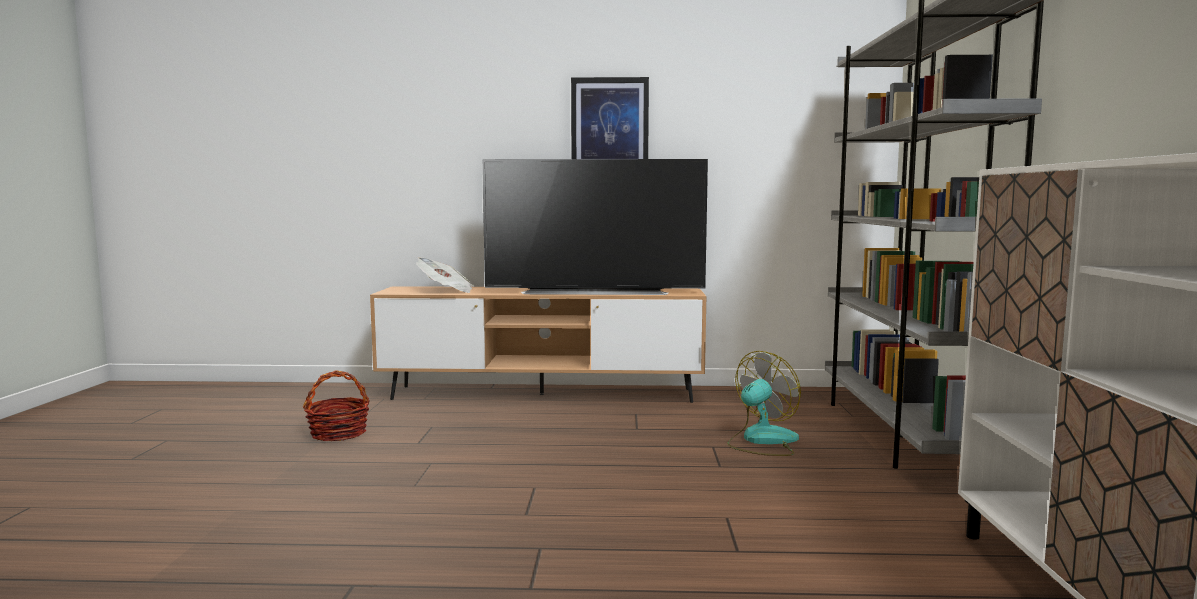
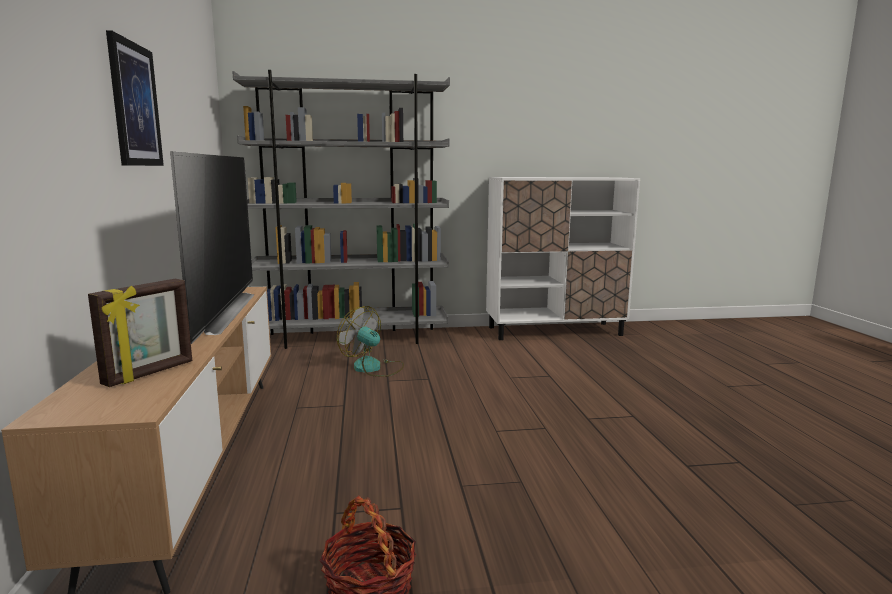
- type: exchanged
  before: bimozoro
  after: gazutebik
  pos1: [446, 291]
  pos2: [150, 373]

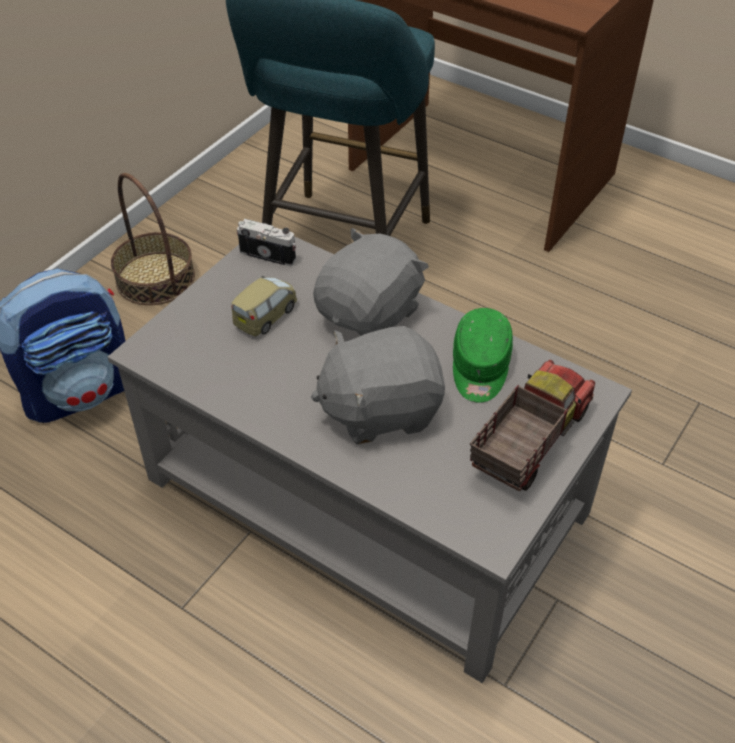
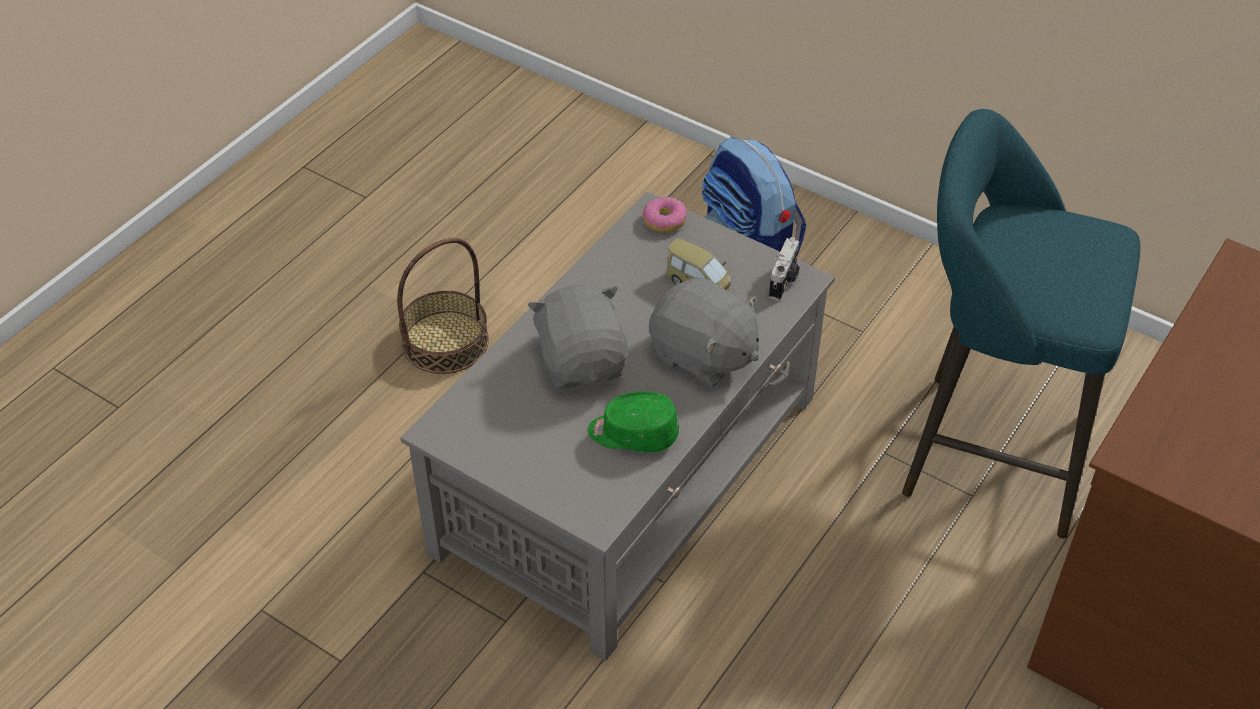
- type: relocated
  before: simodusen
  pos1: [155, 278]
  pos2: [445, 342]
- type: missing
  before: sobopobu
  pos1: [528, 441]
- type: appeared
  after: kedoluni
  pos2: [664, 220]

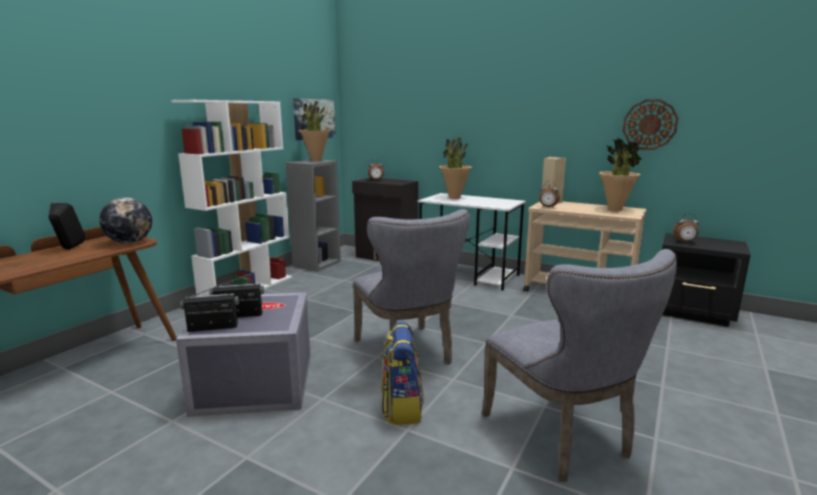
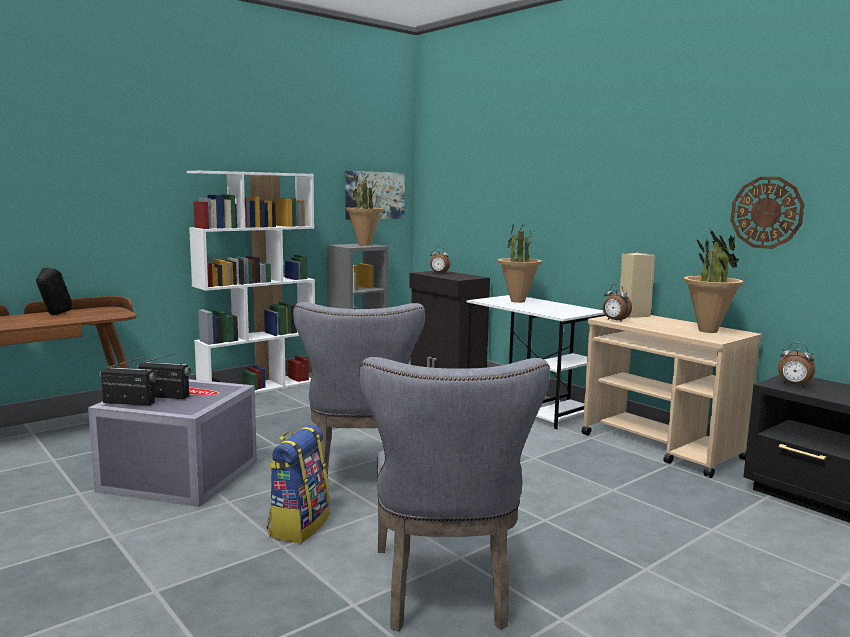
- type: missing
  before: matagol
  pos1: [129, 242]

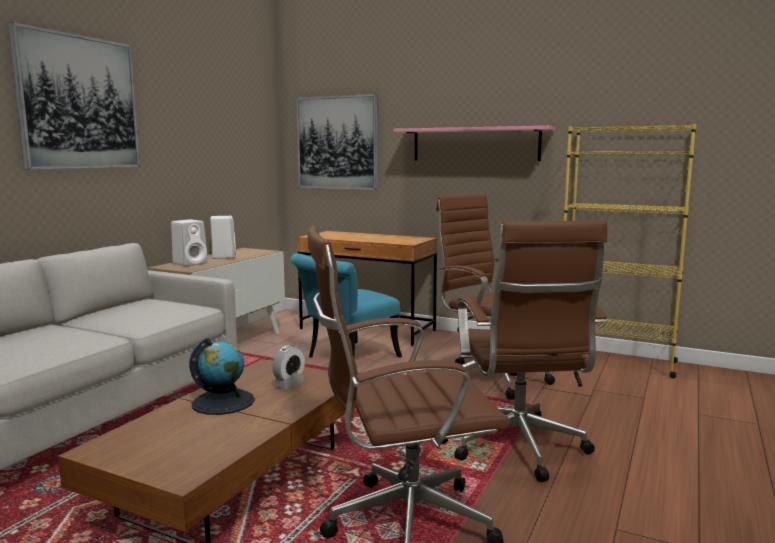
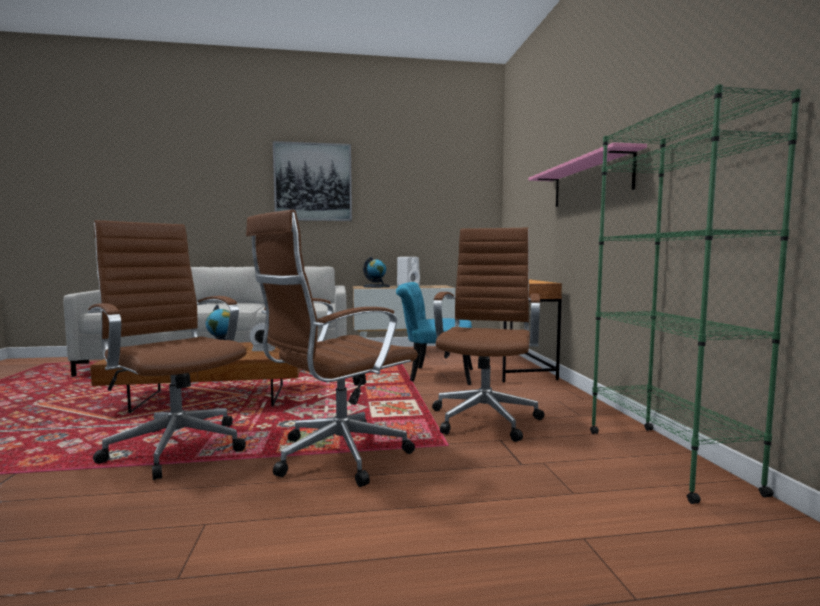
- type: exchanged
  before: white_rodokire
  after: matagol
  pos1: [191, 263]
  pos2: [376, 286]
- type: missing
  before: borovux
  pos1: [337, 143]
- type: colour
  before: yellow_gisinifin
  after: green_gisinifin
  pos1: [615, 361]
  pos2: [666, 459]

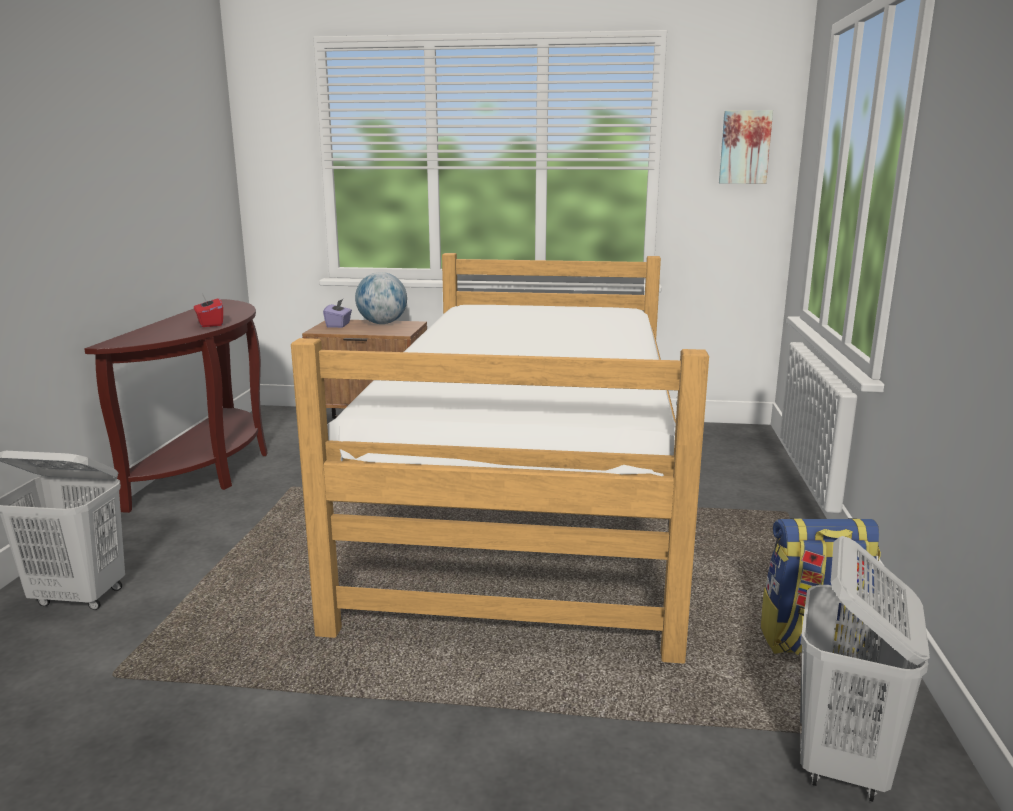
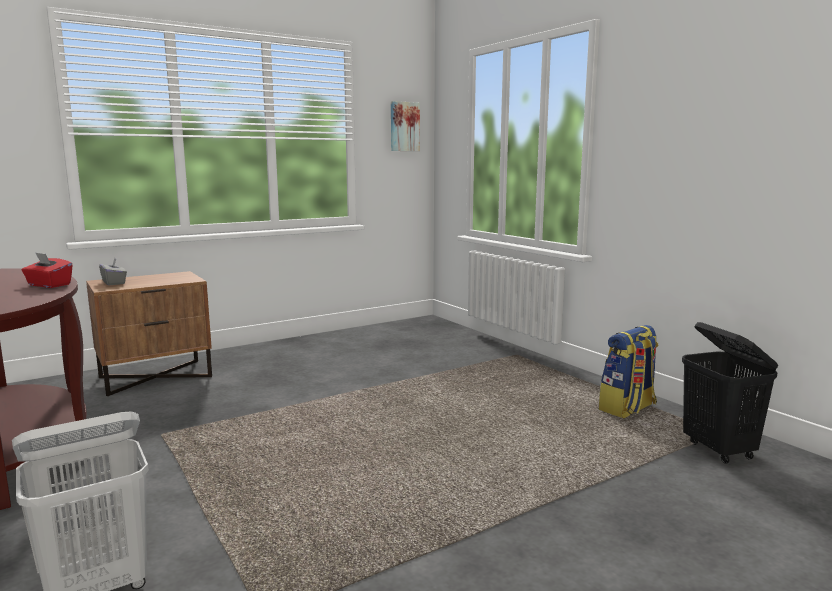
- type: missing
  before: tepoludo
  pos1: [530, 504]
- type: colour
  before: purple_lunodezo
  after: grey_lunodezo
  pos1: [338, 325]
  pos2: [114, 283]
- type: missing
  before: matagol
  pos1: [382, 323]
- type: colour
  before: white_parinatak
  after: black_parinatak
  pos1: [843, 763]
  pos2: [719, 450]

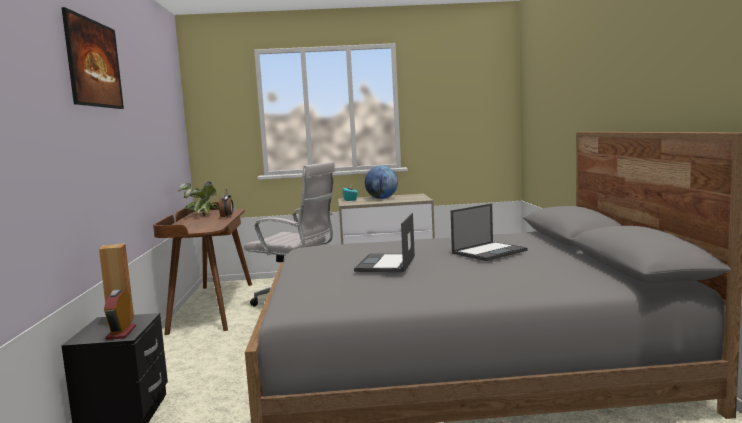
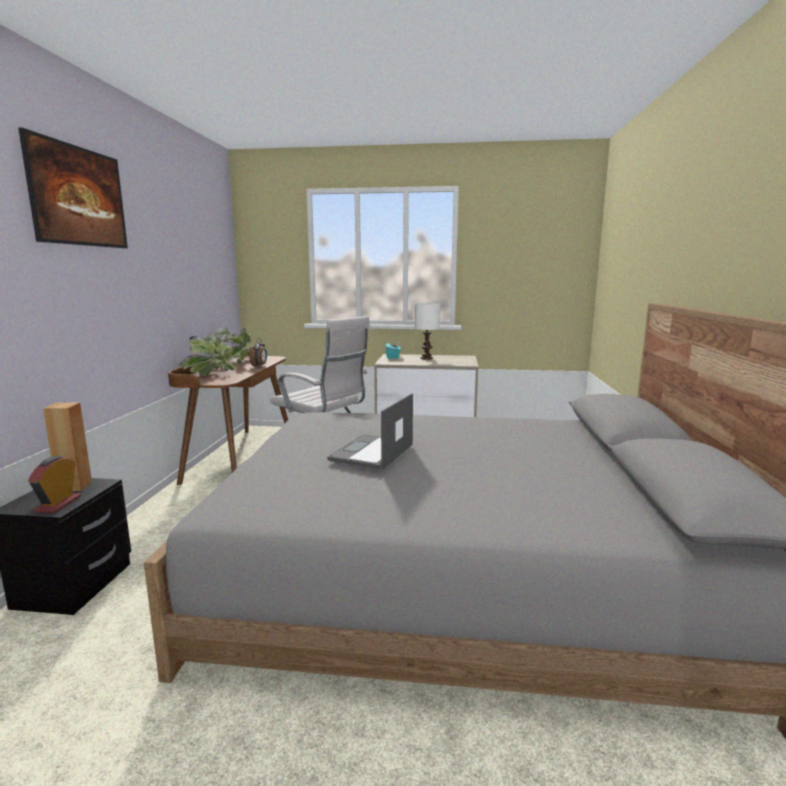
- type: exchanged
  before: matagol
  after: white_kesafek
  pos1: [382, 198]
  pos2: [426, 358]
- type: missing
  before: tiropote
  pos1: [489, 252]
- type: appeared
  after: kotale
  pos2: [209, 374]

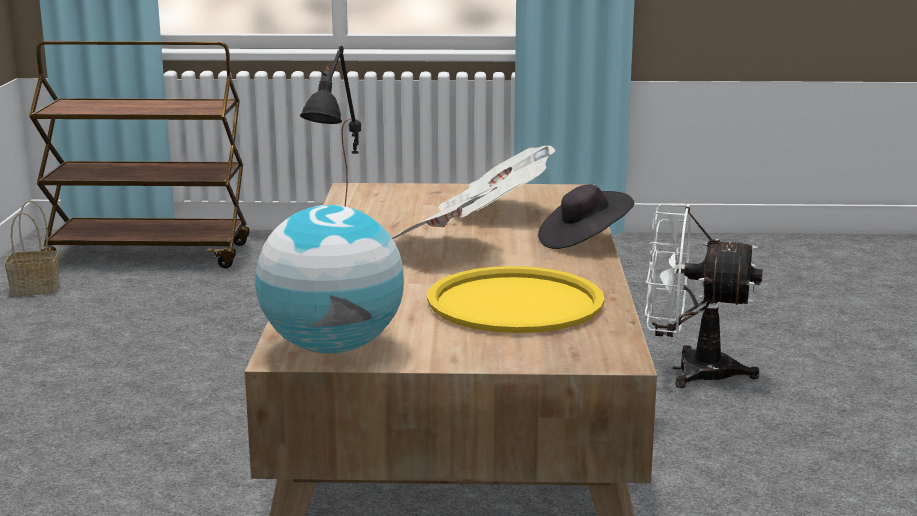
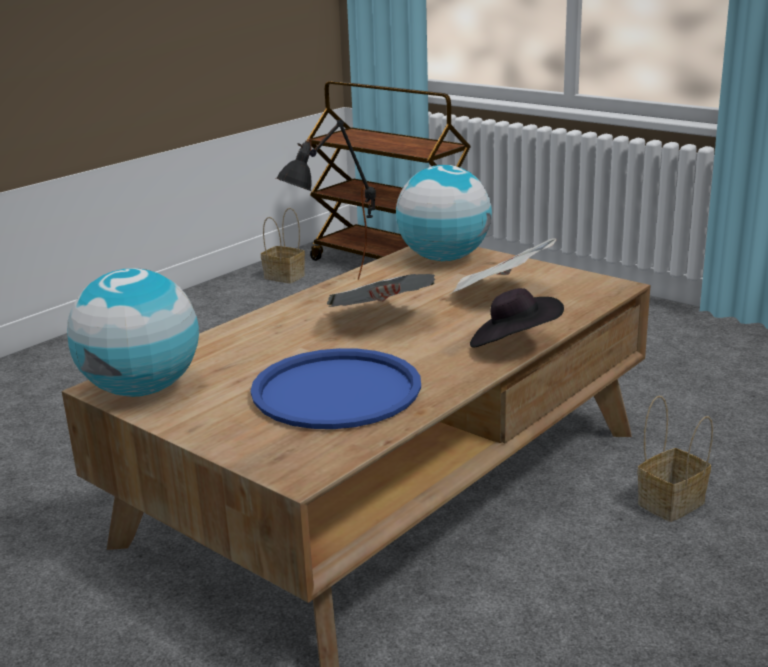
- type: colour
  before: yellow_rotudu
  after: blue_rotudu
  pos1: [514, 302]
  pos2: [336, 390]
- type: exchanged
  before: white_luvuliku
  after: simodusen
  pos1: [689, 371]
  pos2: [670, 504]
- type: appeared
  after: matagol
  pos2: [443, 258]

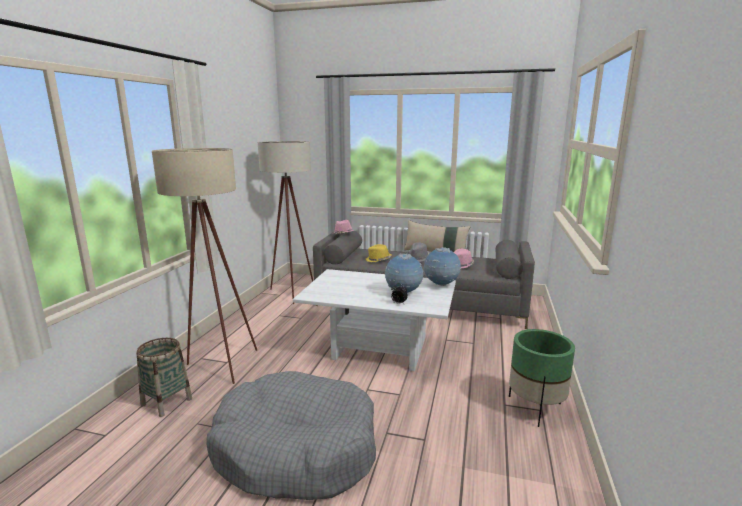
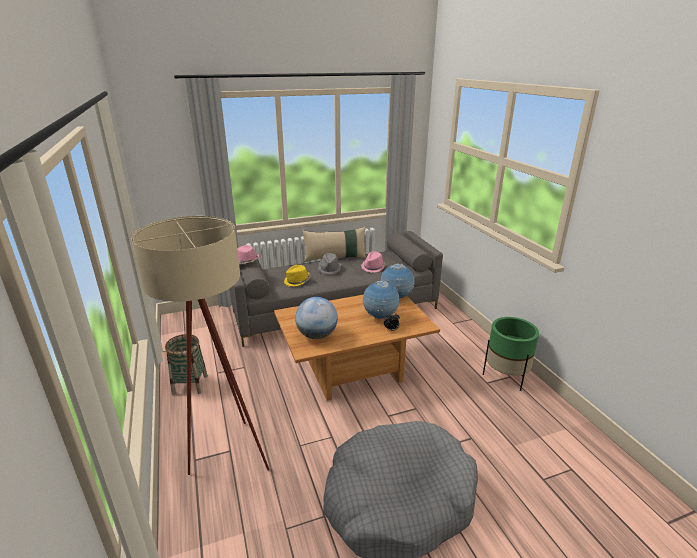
- type: relocated
  before: simodusen
  pos1: [167, 402]
  pos2: [190, 384]
- type: missing
  before: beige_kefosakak
  pos1: [292, 295]
- type: colour
  before: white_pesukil
  after: brown_pesukil
  pos1: [378, 349]
  pos2: [353, 372]
- type: appeared
  after: matagol
  pos2: [317, 335]

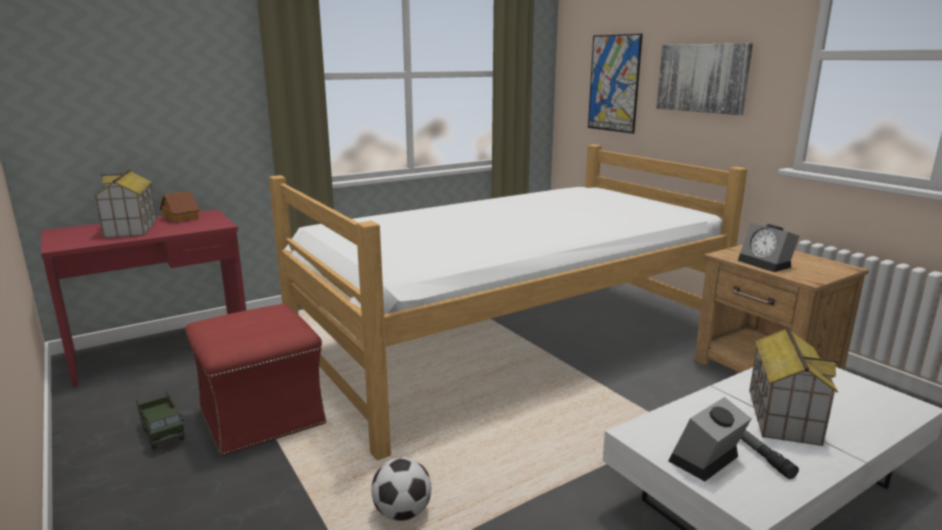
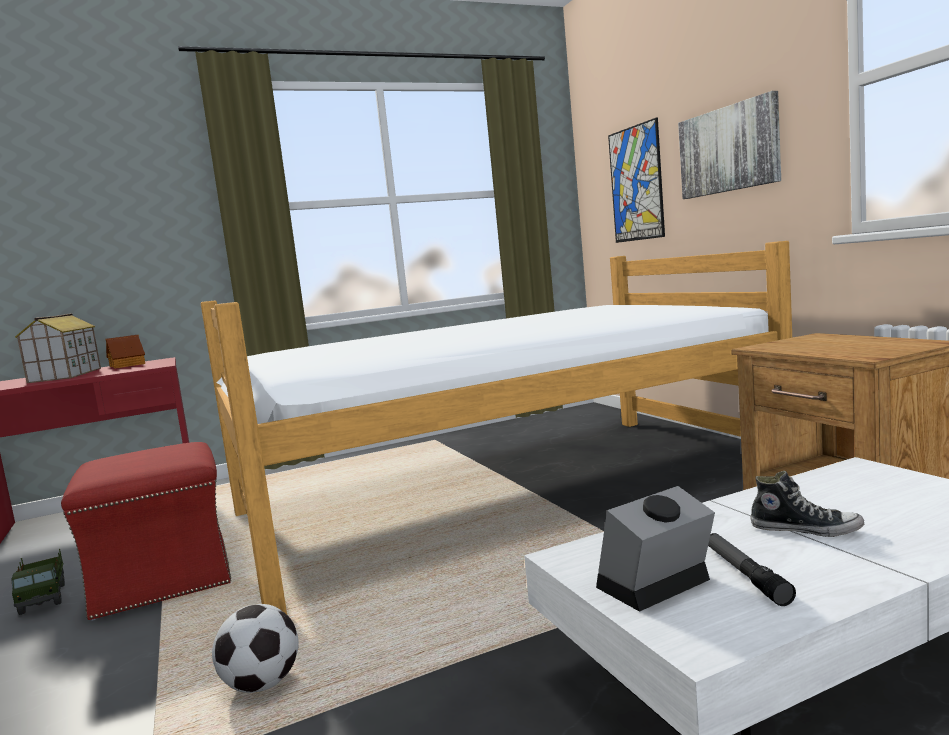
- type: missing
  before: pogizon
  pos1: [766, 264]
- type: exchanged
  before: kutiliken
  after: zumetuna
  pos1: [782, 416]
  pos2: [805, 529]

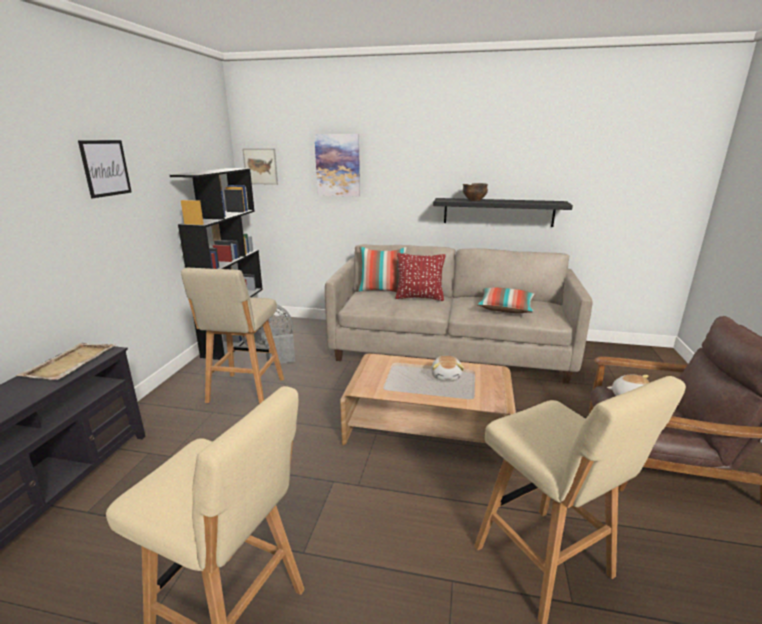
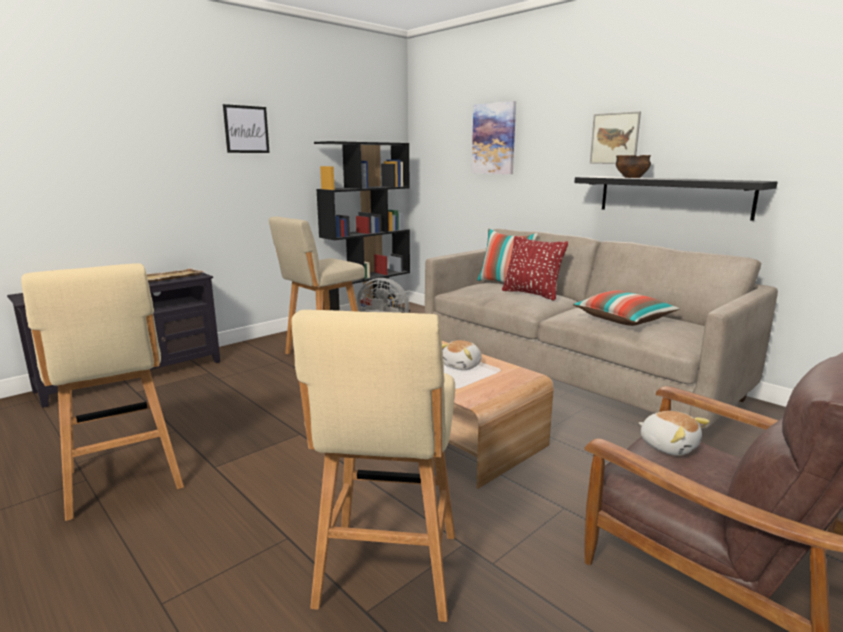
- type: relocated
  before: borovux
  pos1: [260, 166]
  pos2: [614, 138]

